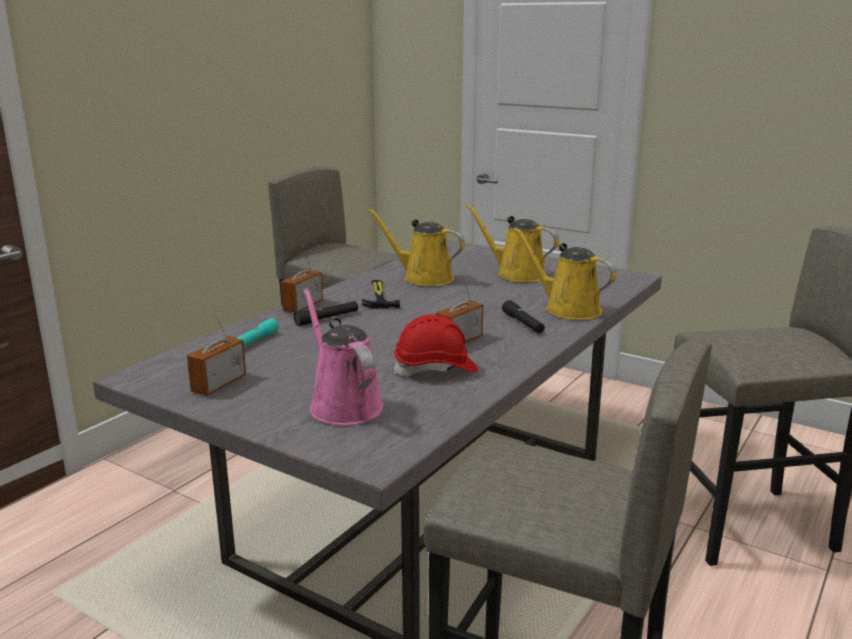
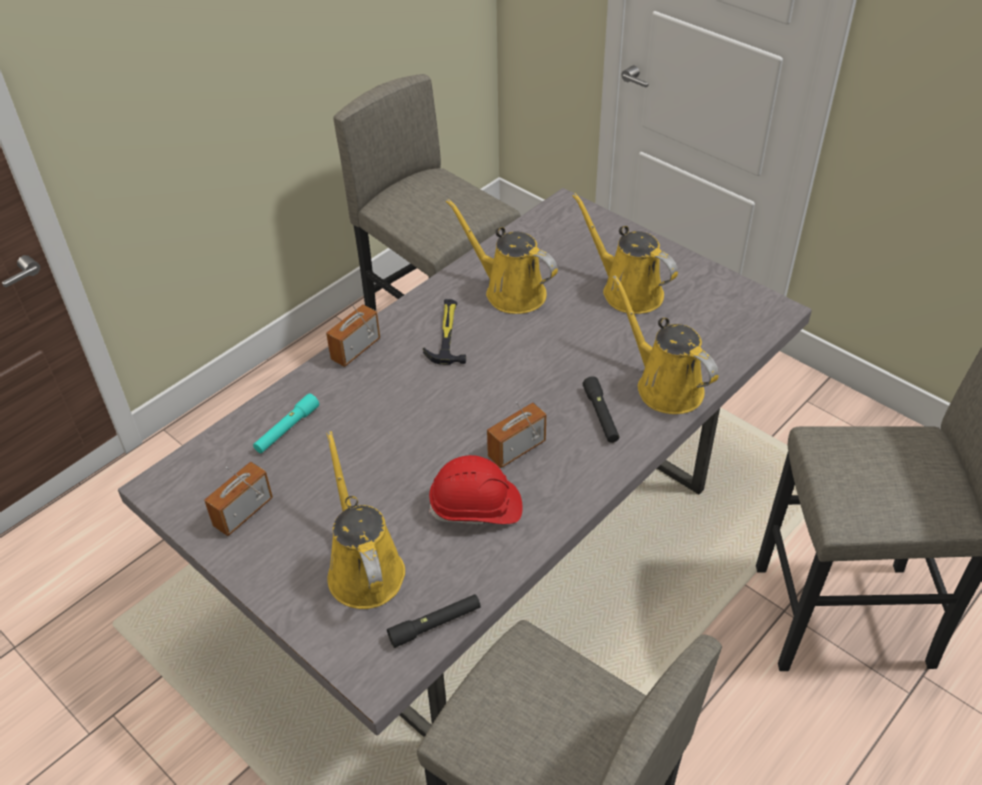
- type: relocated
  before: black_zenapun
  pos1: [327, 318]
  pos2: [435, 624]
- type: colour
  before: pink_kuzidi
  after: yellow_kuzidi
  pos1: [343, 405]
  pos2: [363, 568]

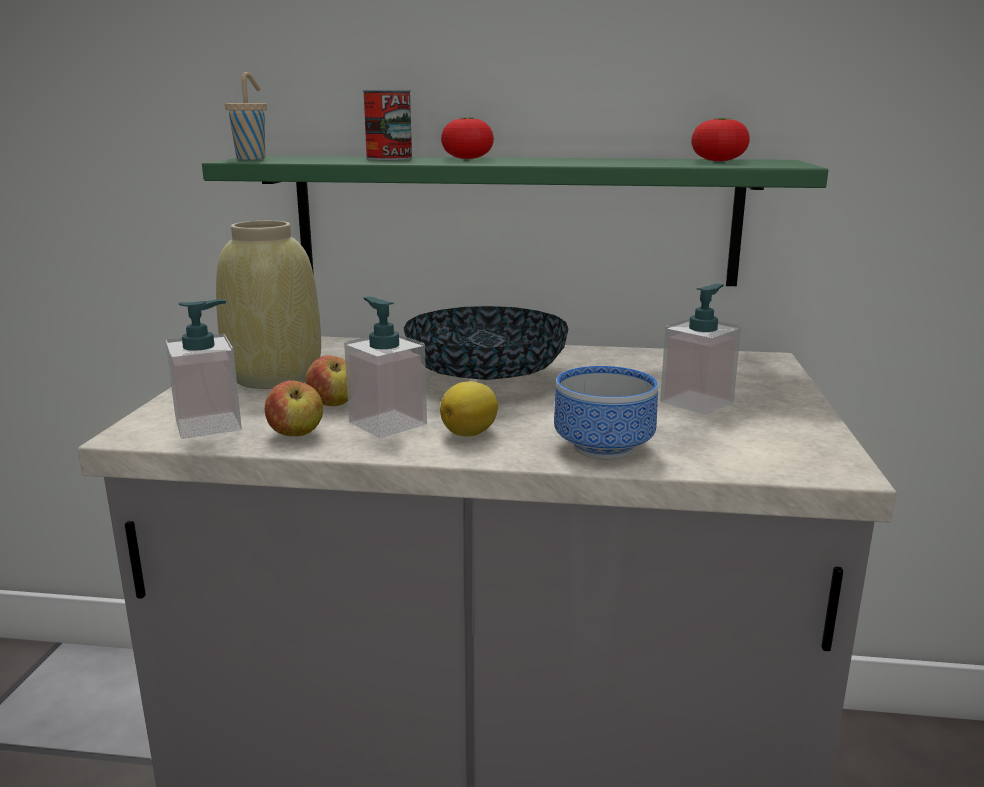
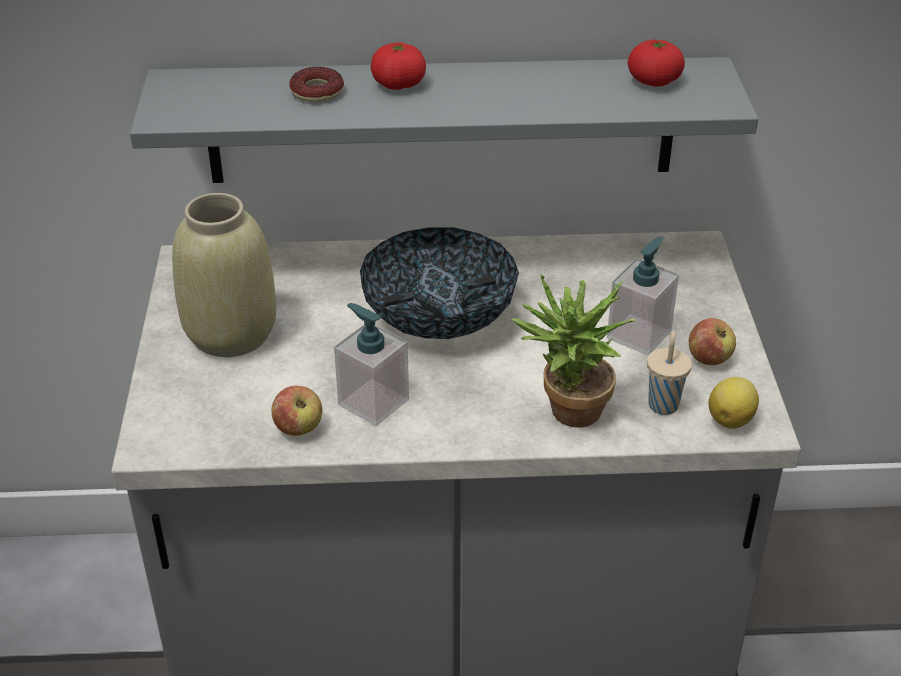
- type: missing
  before: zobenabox
  pos1: [209, 425]
- type: colour
  before: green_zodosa
  after: grey_zodosa
  pos1: [513, 220]
  pos2: [441, 120]
- type: relocated
  before: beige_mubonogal
  pos1: [252, 159]
  pos2: [663, 404]
- type: relocated
  before: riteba
  pos1: [333, 404]
  pos2: [709, 359]
- type: exchanged
  before: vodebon
  after: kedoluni
  pos1: [389, 158]
  pos2: [317, 92]
- type: relocated
  before: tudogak
  pos1: [470, 433]
  pos2: [731, 419]
- type: exchanged
  before: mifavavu
  after: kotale
  pos1: [601, 445]
  pos2: [567, 414]

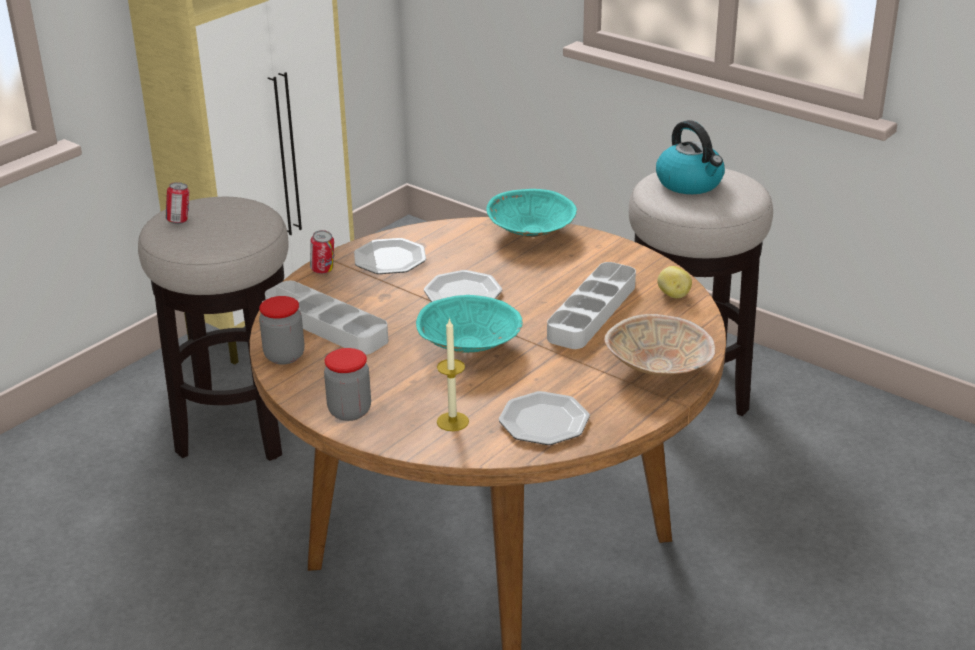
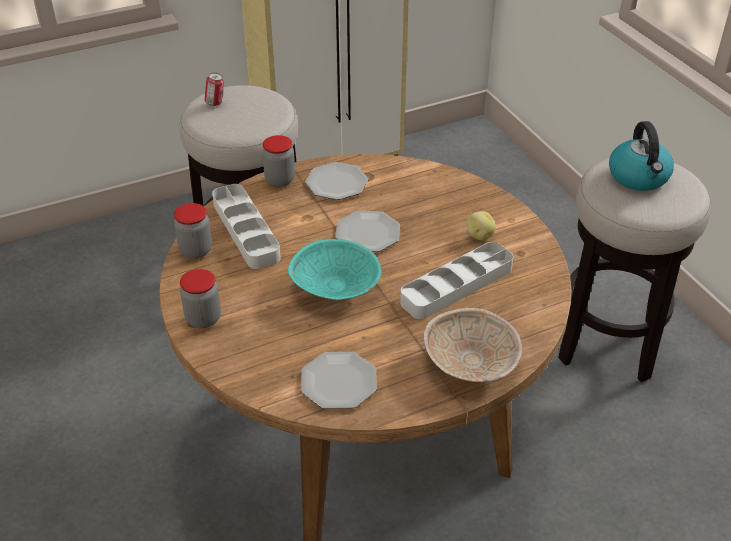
- type: exchanged
  before: vodebon
  after: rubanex
  pos1: [323, 271]
  pos2: [280, 180]
- type: missing
  before: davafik
  pos1: [452, 421]
- type: missing
  before: turquoise_mifavavu
  pos1: [531, 233]
- type: relocated
  before: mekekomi
  pos1: [673, 295]
  pos2: [479, 235]

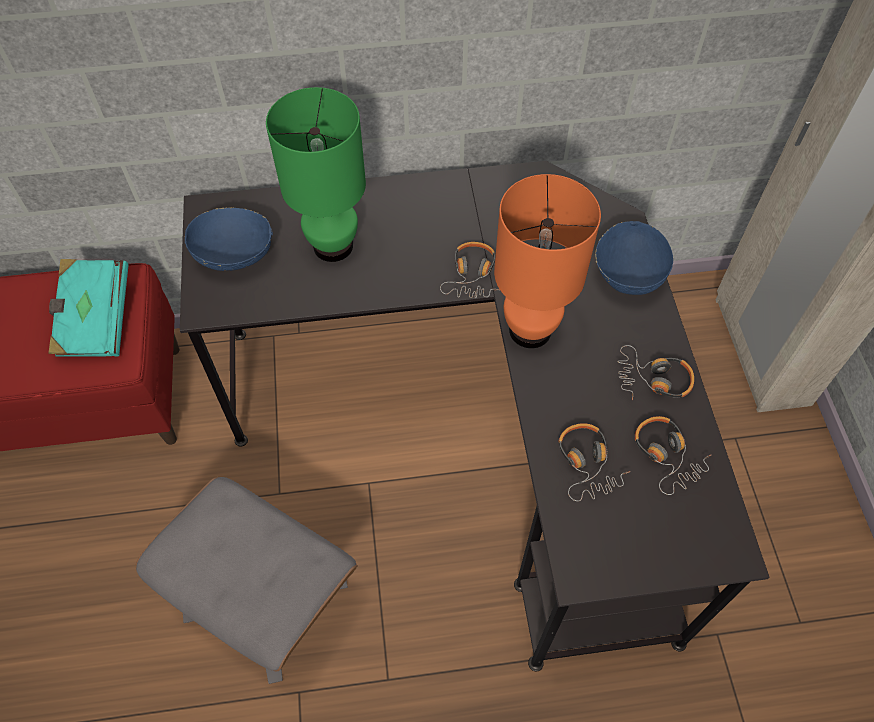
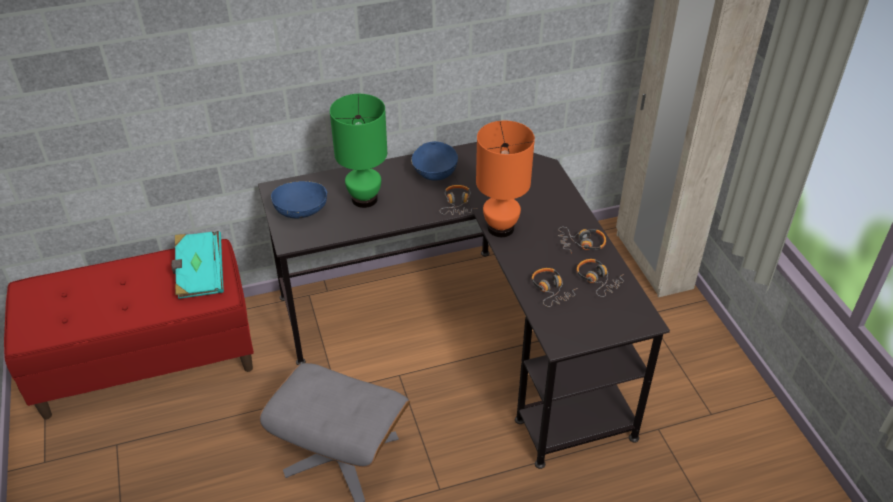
- type: relocated
  before: blue_mifavavu
  pos1: [628, 274]
  pos2: [434, 172]

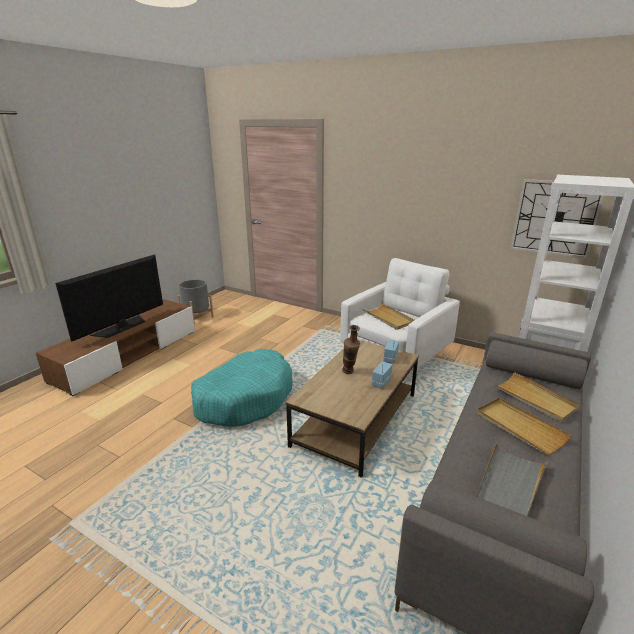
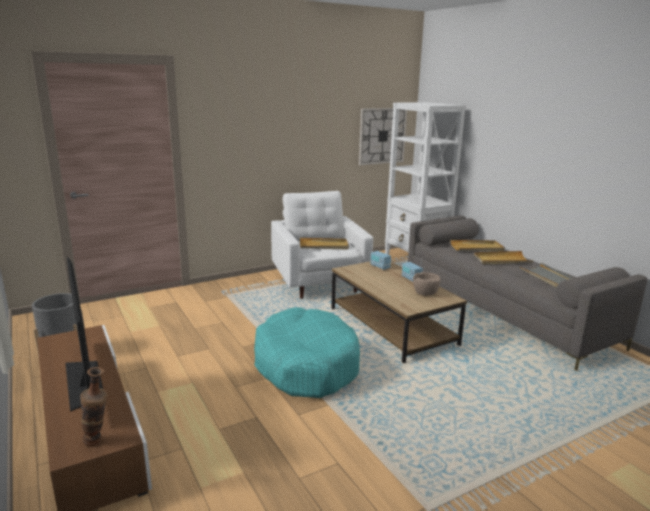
- type: relocated
  before: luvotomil
  pos1: [349, 373]
  pos2: [98, 441]
- type: appeared
  after: brown_mifavavu
  pos2: [425, 293]

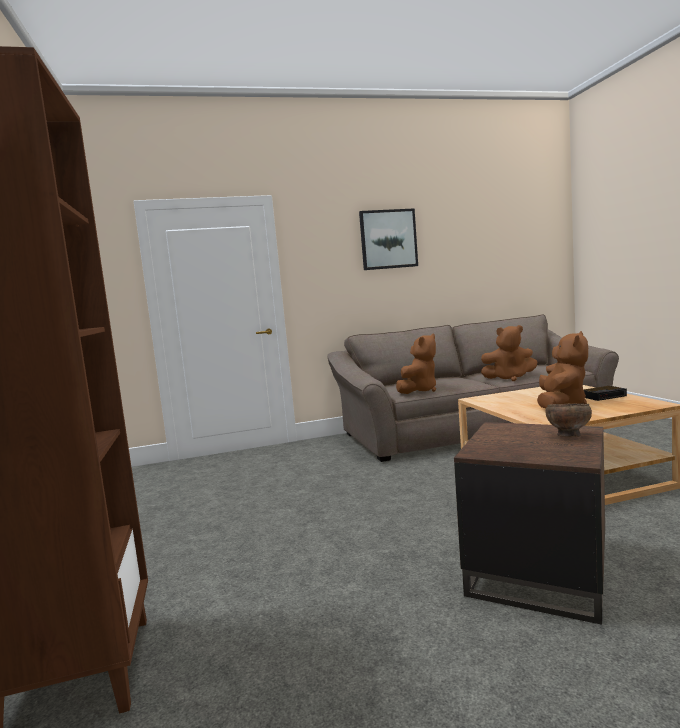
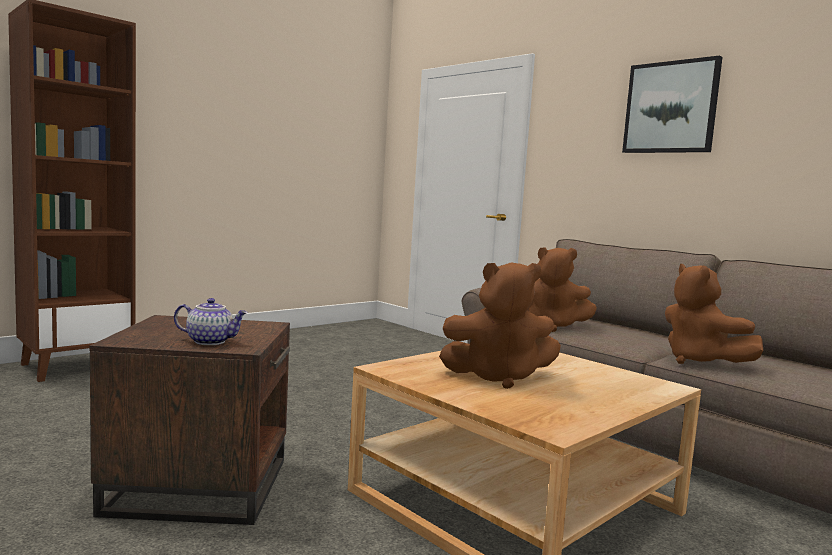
- type: exchanged
  before: brown_mifavavu
  after: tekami
  pos1: [568, 437]
  pos2: [211, 341]
- type: missing
  before: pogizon
  pos1: [604, 396]

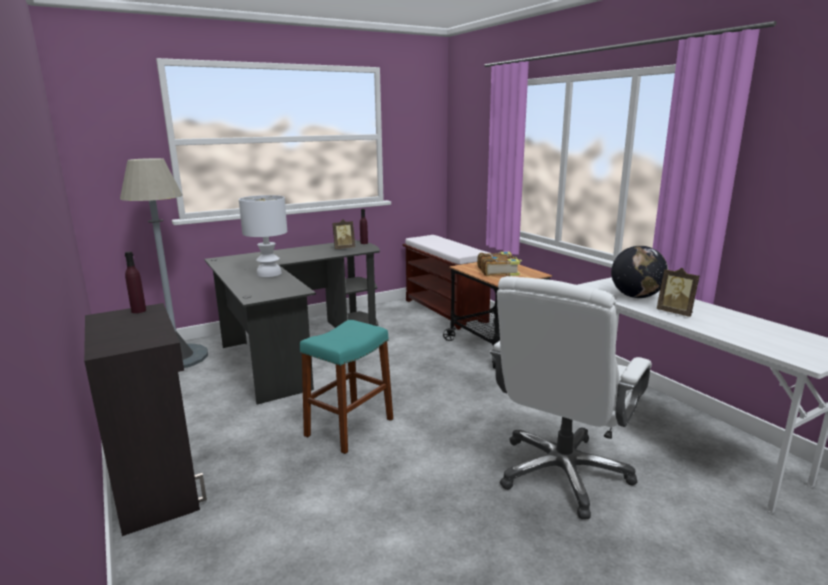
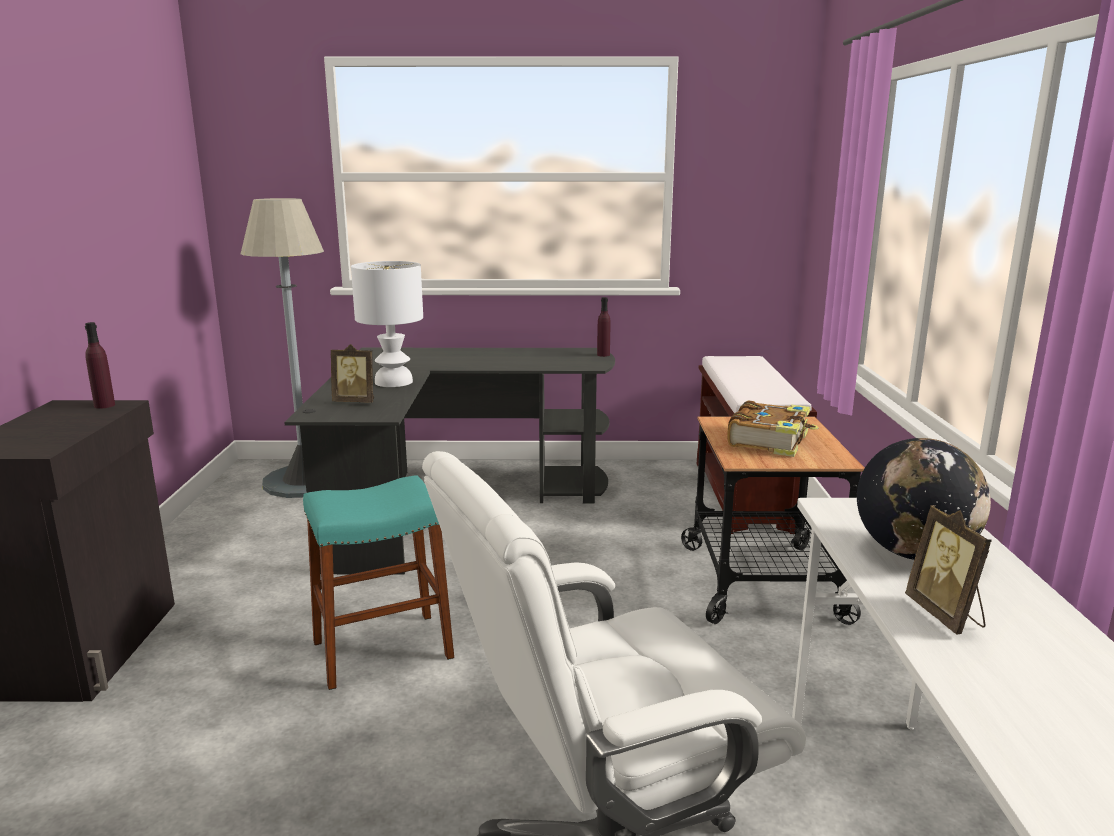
- type: relocated
  before: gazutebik
  pos1: [343, 248]
  pos2: [355, 401]

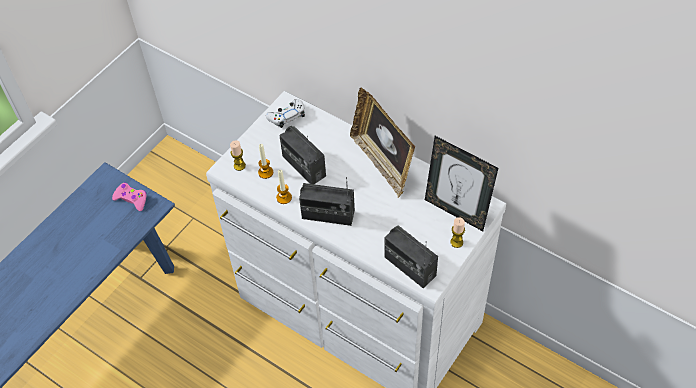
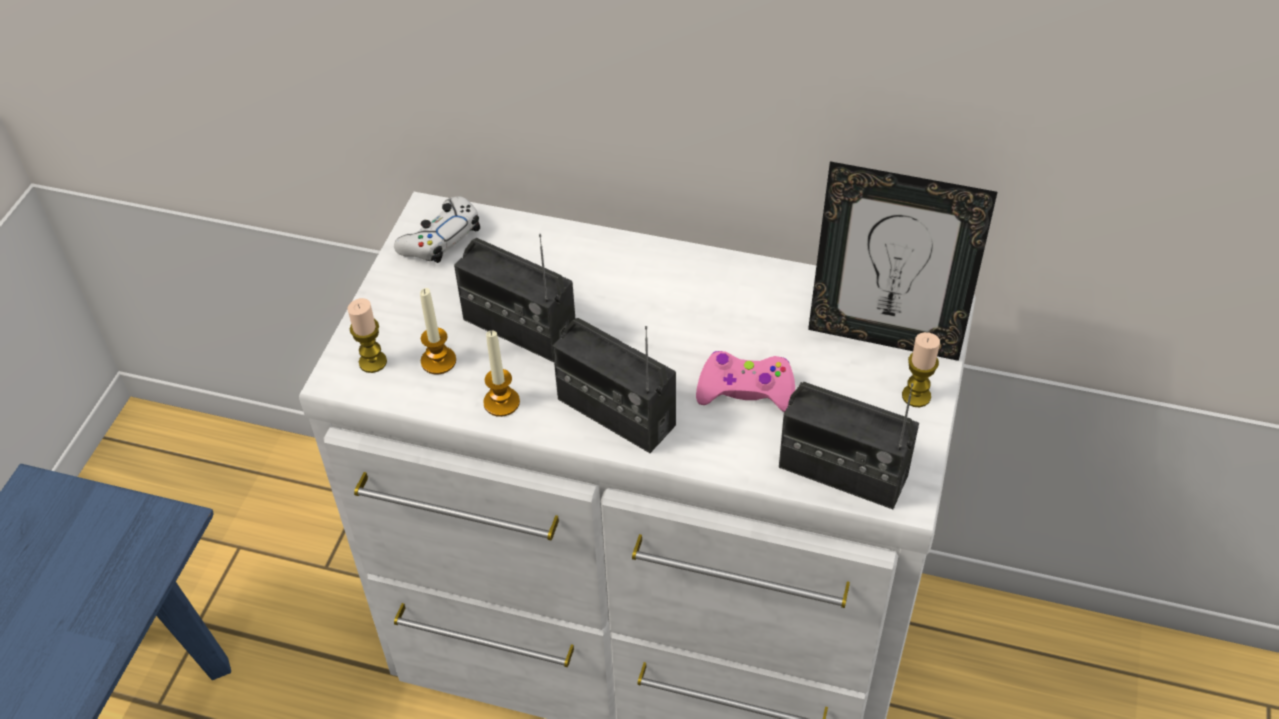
- type: relocated
  before: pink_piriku
  pos1: [131, 199]
  pos2: [746, 390]
- type: spun
  before: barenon
  pos1: [328, 215]
  pos2: [615, 412]
  turn: 45
- type: missing
  before: gazutebik
  pos1: [382, 162]

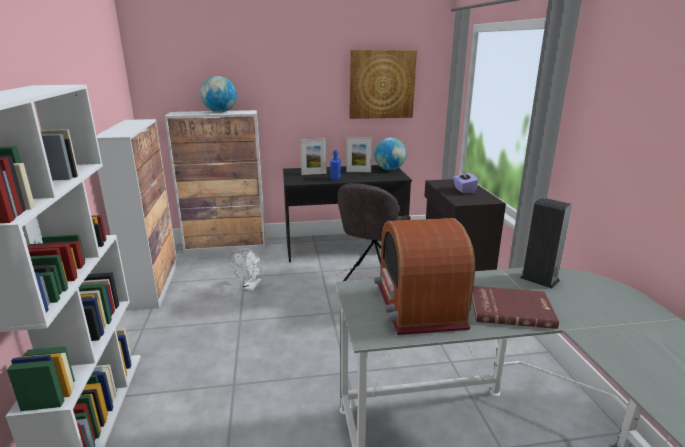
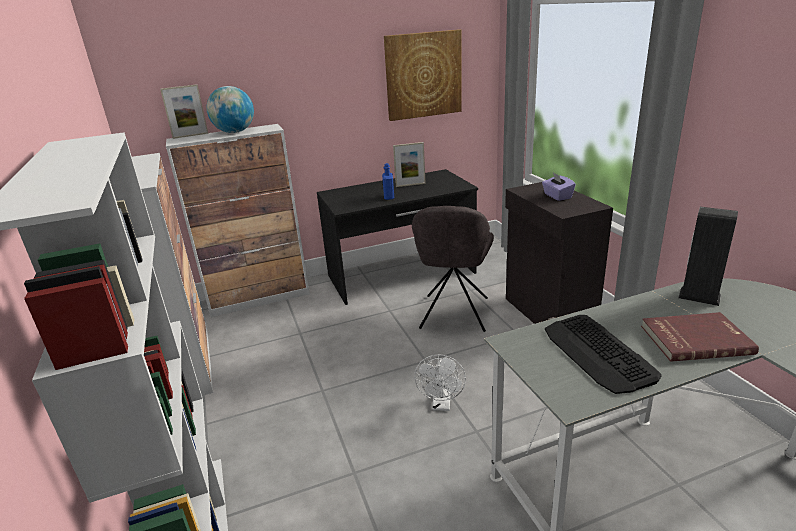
- type: relocated
  before: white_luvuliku
  pos1: [250, 287]
  pos2: [441, 405]
- type: relocated
  before: gazutebik
  pos1: [314, 174]
  pos2: [190, 135]
- type: missing
  before: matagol
  pos1: [389, 169]
- type: exchanged
  before: barenon
  after: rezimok
  pos1: [419, 306]
  pos2: [598, 353]

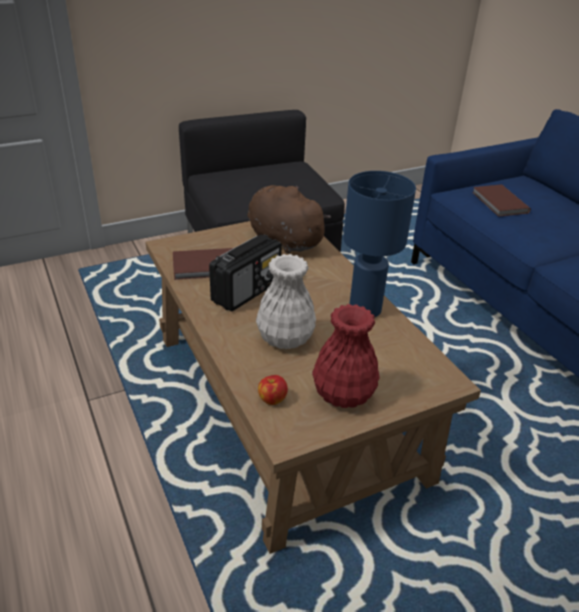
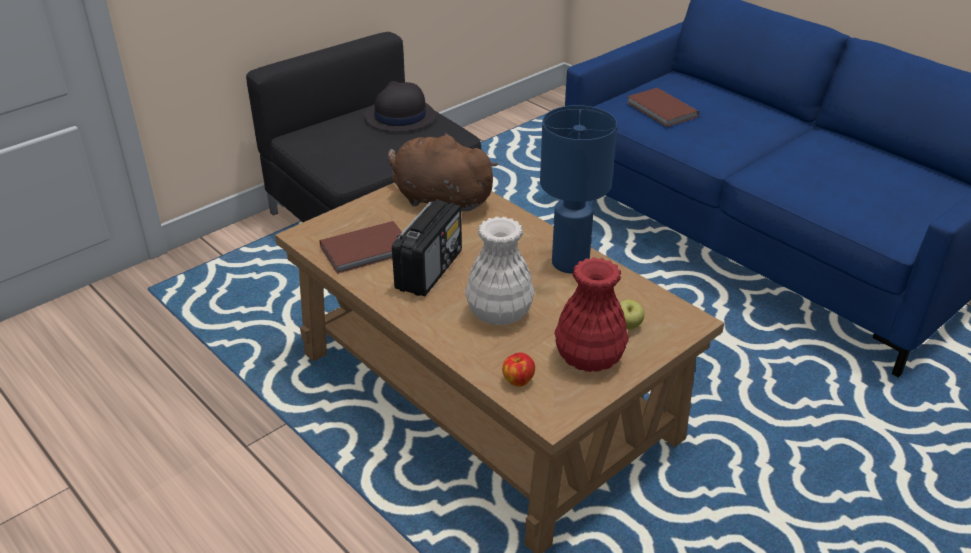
- type: appeared
  after: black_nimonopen
  pos2: [399, 117]
- type: appeared
  after: riteba
  pos2: [628, 326]

